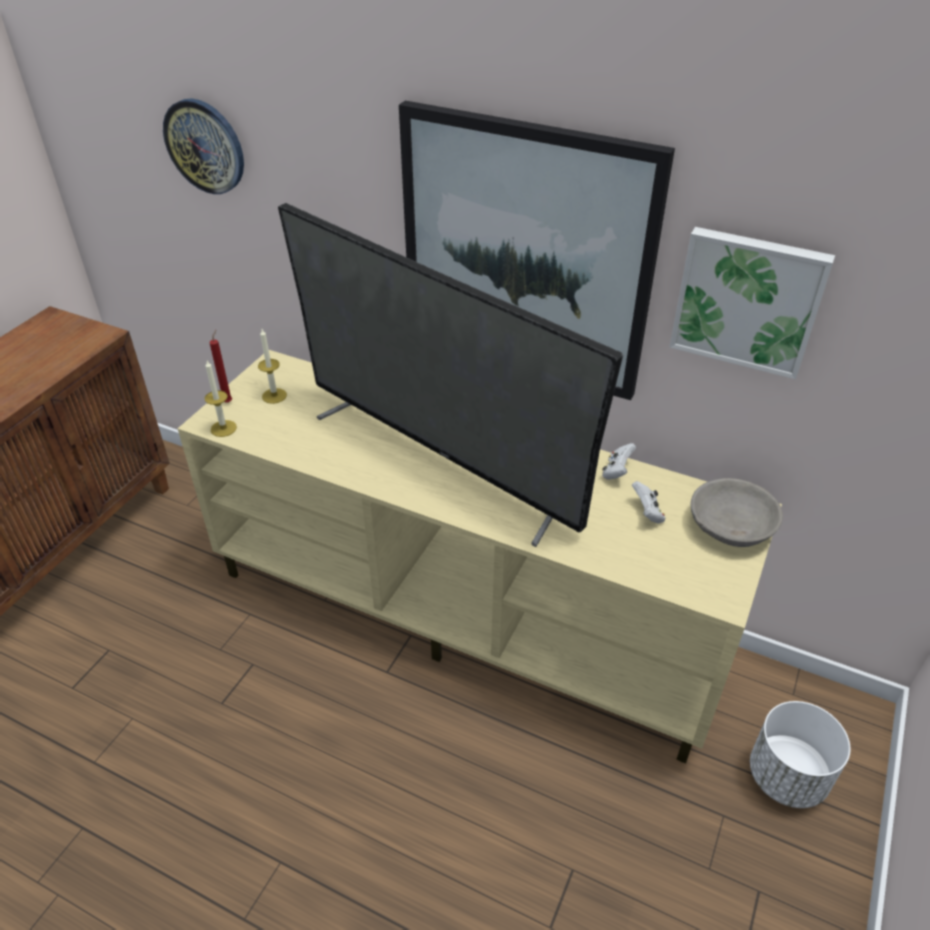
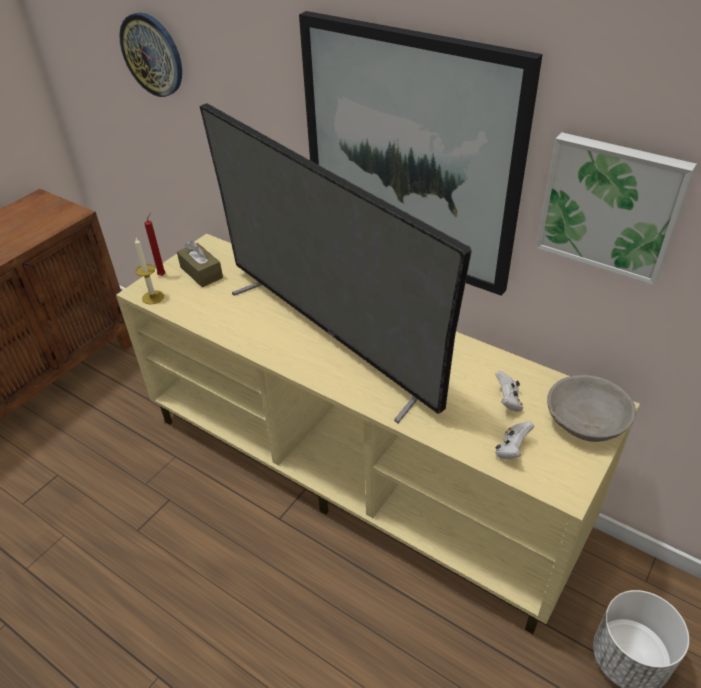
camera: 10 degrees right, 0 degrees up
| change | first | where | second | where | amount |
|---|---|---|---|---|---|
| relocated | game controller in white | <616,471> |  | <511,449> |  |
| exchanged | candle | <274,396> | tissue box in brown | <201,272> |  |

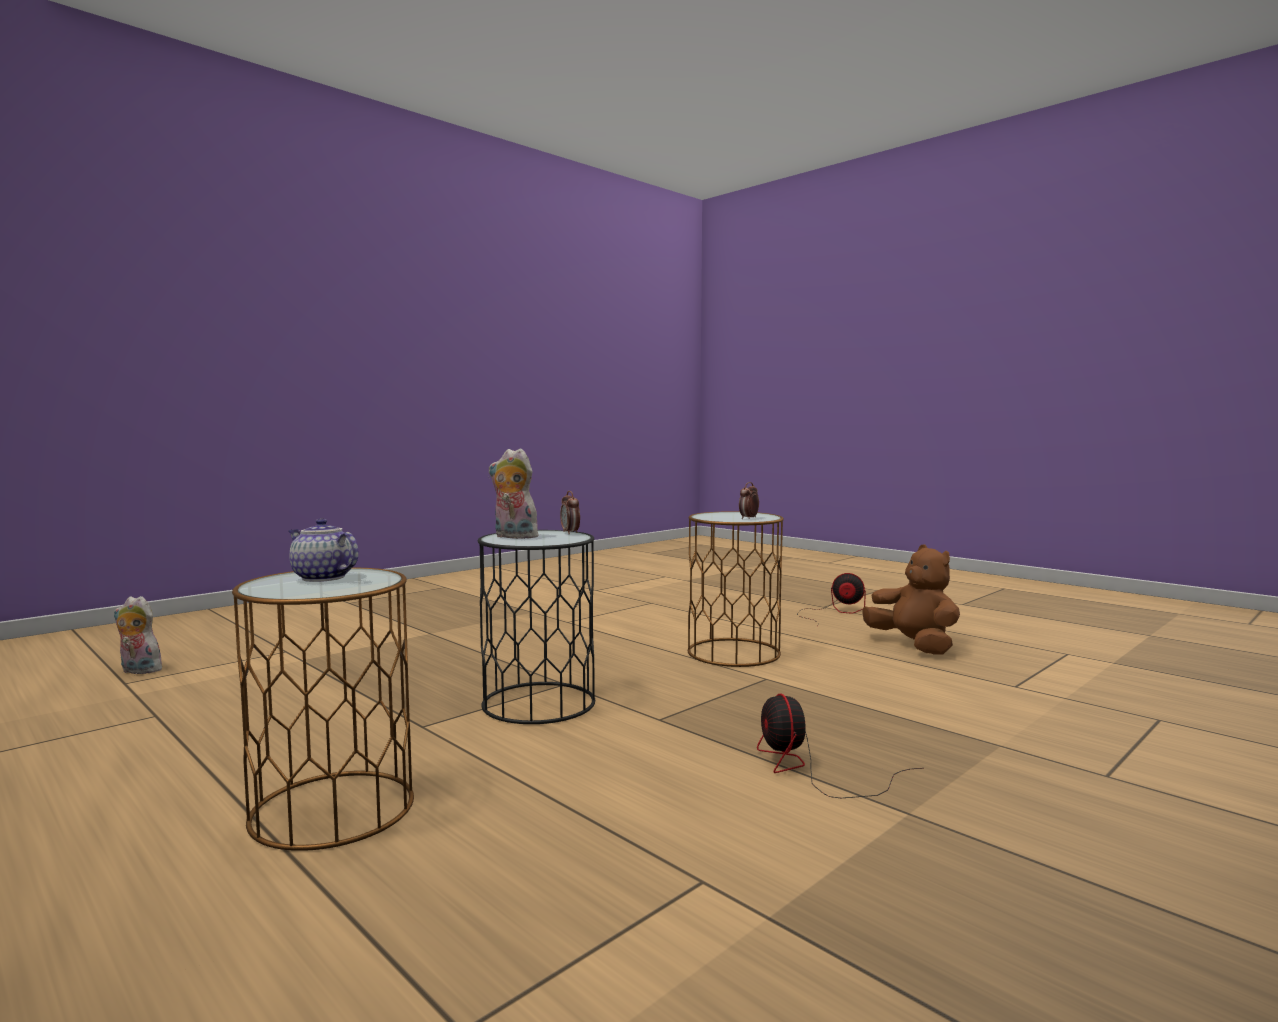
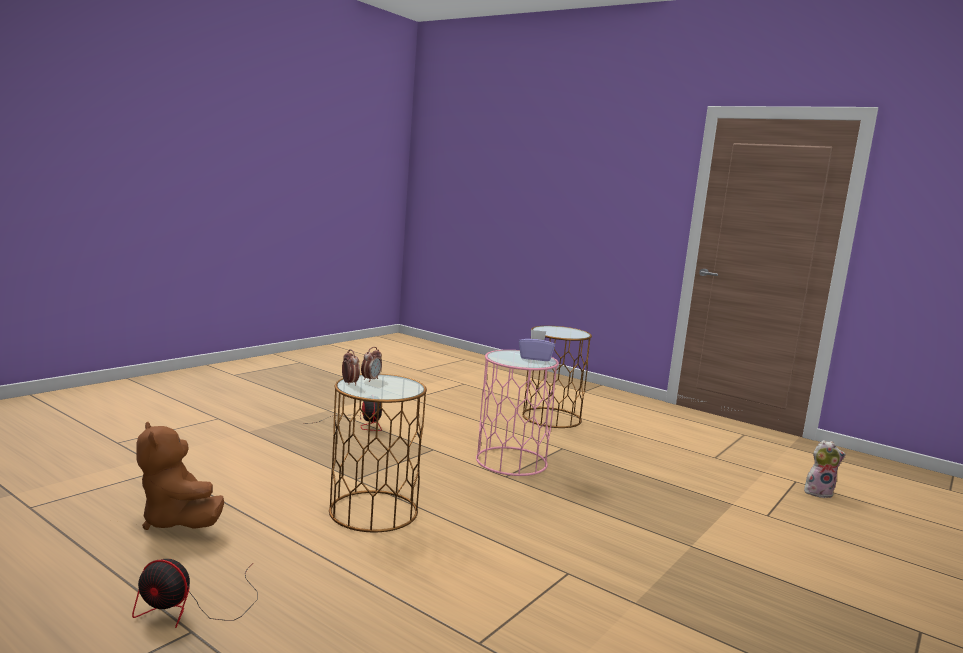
camera: 170 degrees right, 5 degrees up
| change | first | where | second | where | amount |
|---|---|---|---|---|---|
| missing | teapot | <321,578> |  |  |  |
| relocated | alarm clock | <570,533> |  | <349,383> |  |
| exchanged | plush toy | <513,537> | tissue box in purple | <535,358> |  |
| colour | side table in black | <538,703> | side table in pink | <511,461> |  |

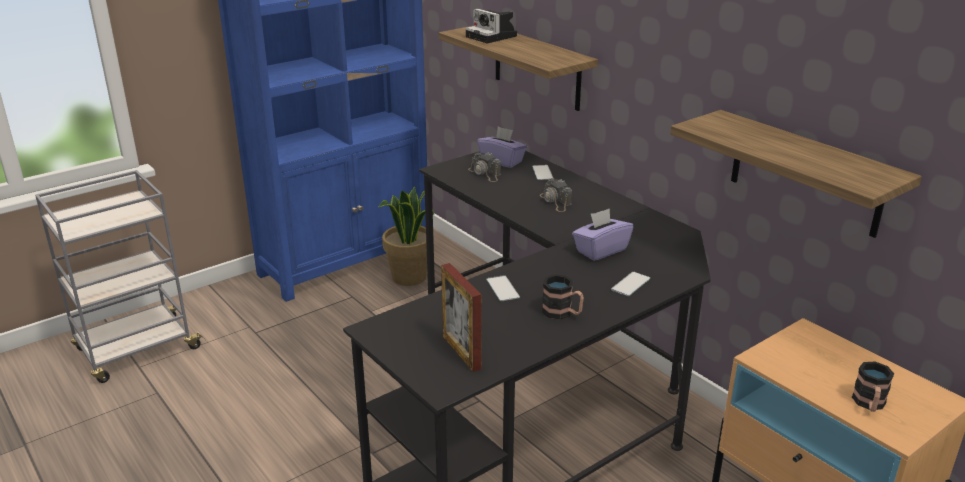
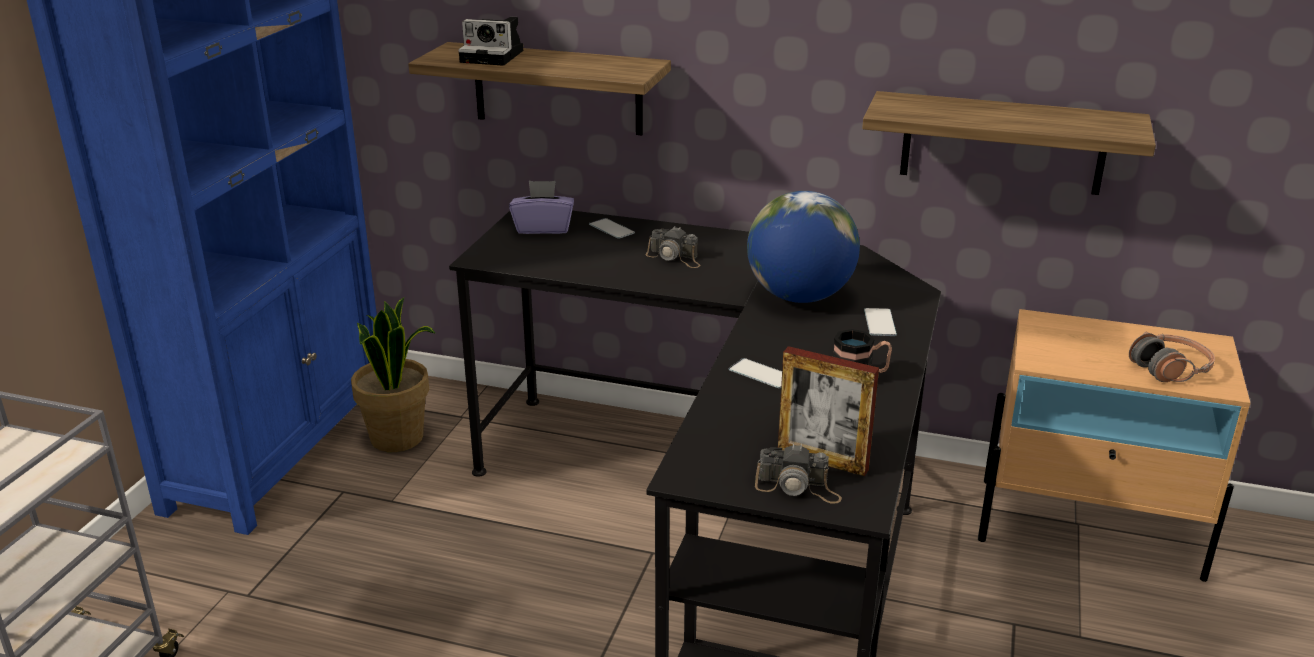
camera: 35 degrees left, 0 degrees up
| change | first | where | second | where | amount |
|---|---|---|---|---|---|
| relocated | photo camera | <485,173> |  | <798,487> |  |
| exchanged | tissue box in purple | <600,250> | globe | <800,297> |  |
| exchanged | mug | <869,404> | headphones | <1169,369> |  |

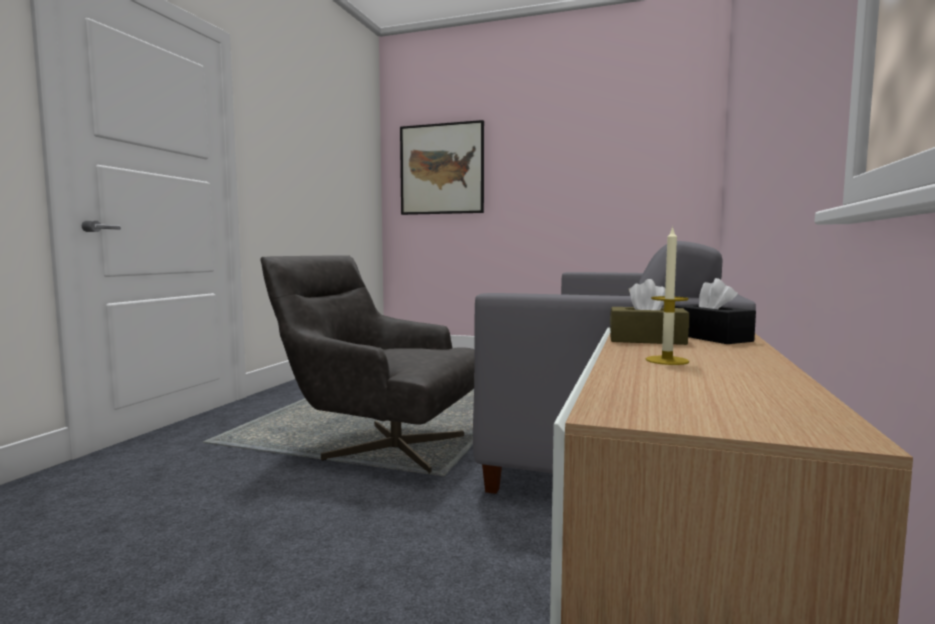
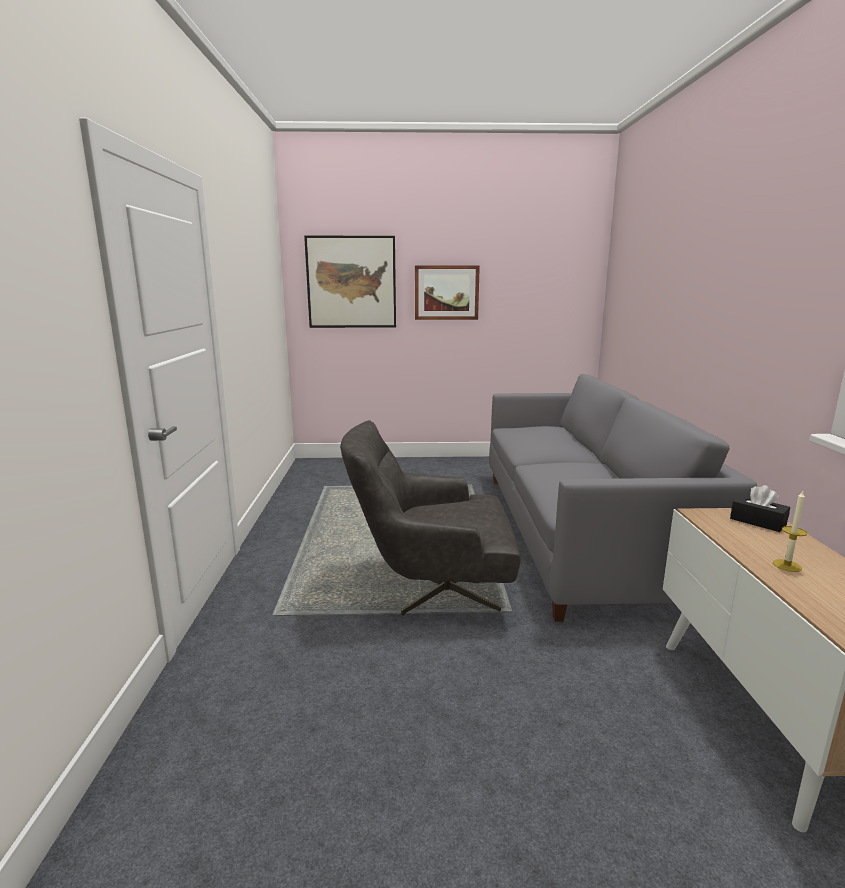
camera: 20 degrees left, 10 degrees up
| change | first | where | second | where | amount |
|---|---|---|---|---|---|
| missing | tissue box in brown | <647,340> |  |  |  |
| appeared |  |  | picture | <446,292> |  |

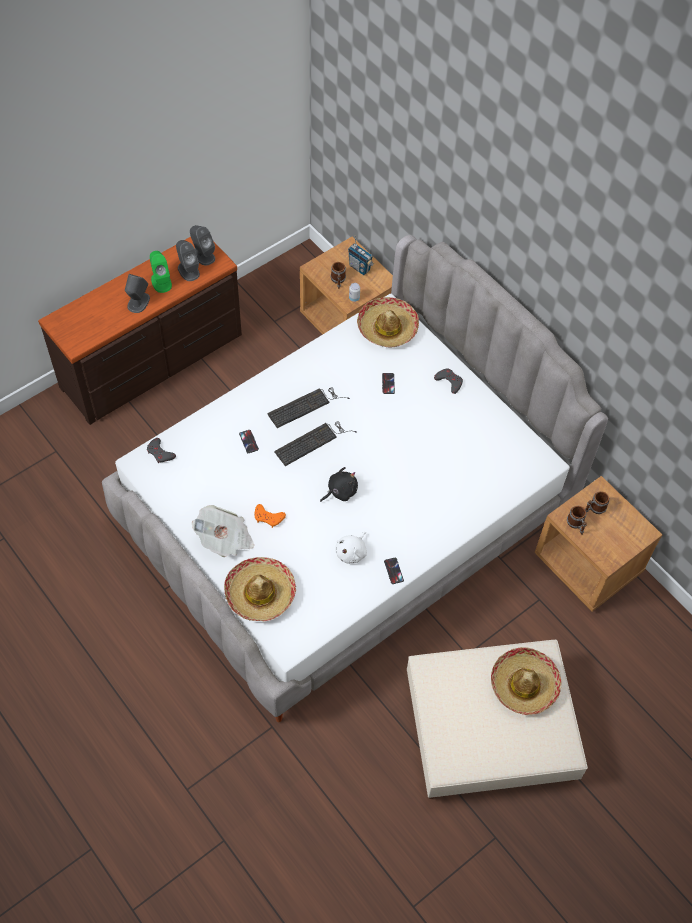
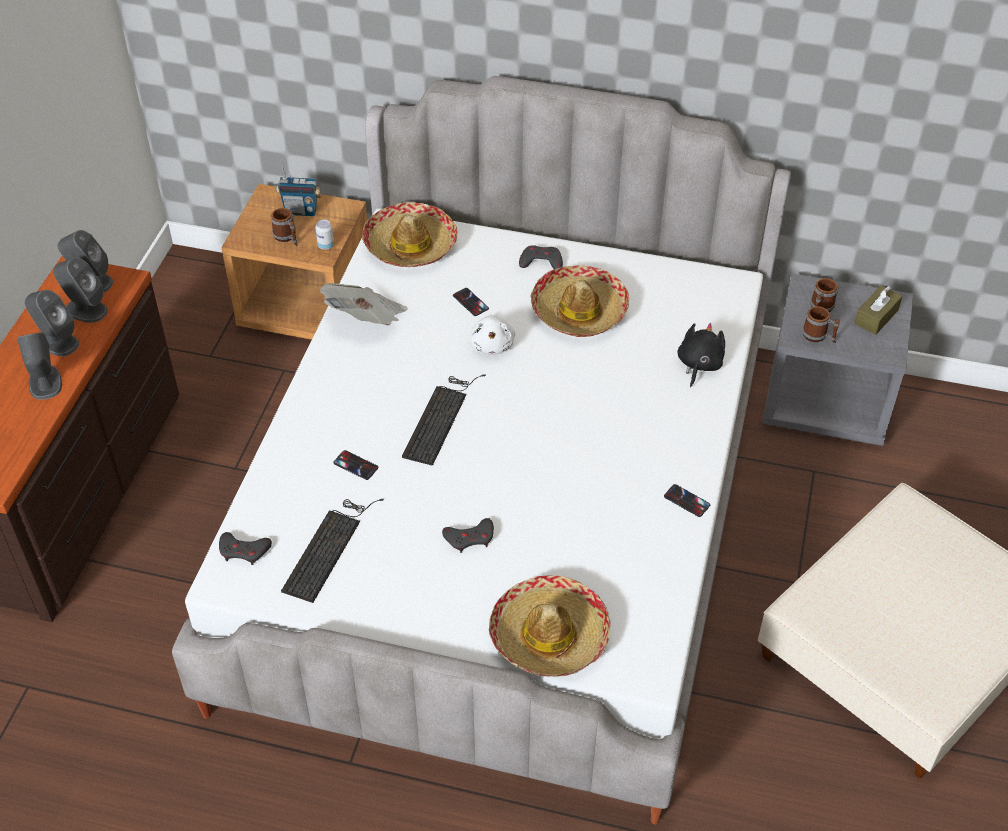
camera: 35 degrees left, 10 degrees down
| change | first | where | second | where | amount |
|---|---|---|---|---|---|
| appeared |  |  | tissue box in brown | <876,317> |  |
| relocated | newspaper | <225,539> |  | <366,319> |  |
| relocated | keyboard | <306,406> |  | <329,546> |  |
| relocated | plush toy in black | <340,491> |  | <699,365> |  |
| relocated | plush toy in white | <352,552> |  | <492,344> |  |
| relocated | hat | <524,684> |  | <579,311> |  |
| colour | speaker in green | <161,282> | speaker in grey | <57,342> |  |
| colour | game controller in orange | <268,517> | game controller in grey | <470,538> |  |
| colour | nightstand in brown | <588,564> | nightstand in grey | <827,402> |  |

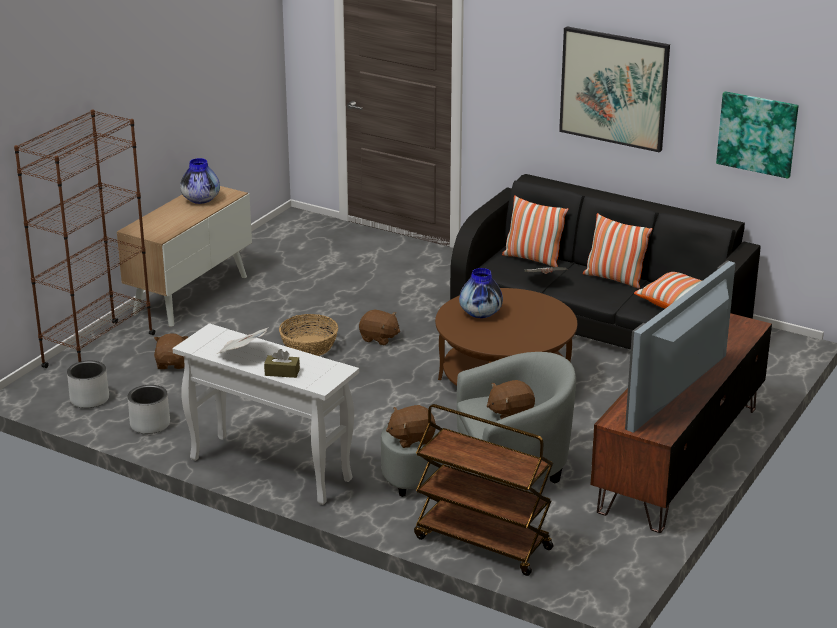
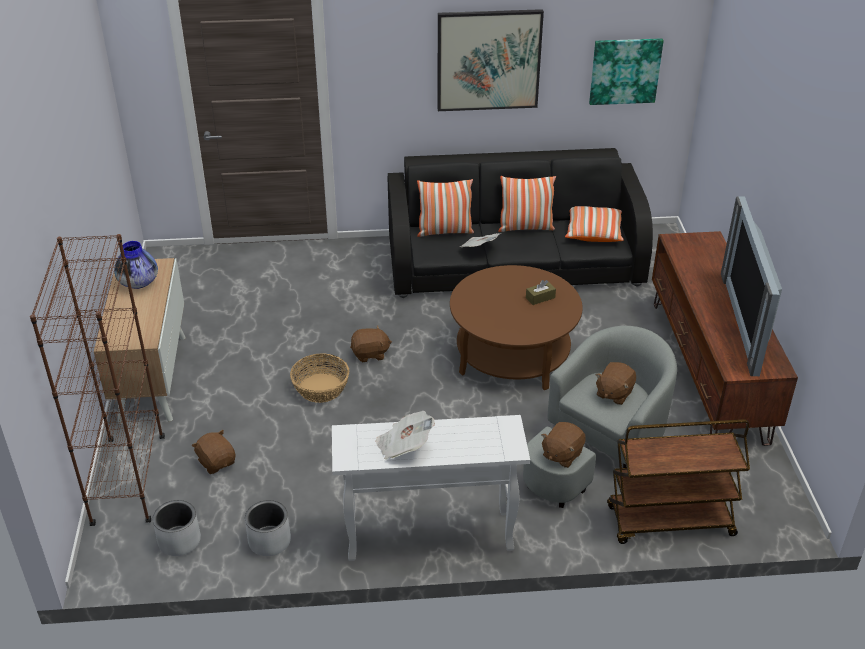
camera: 35 degrees left, 10 degrees up
| change | first | where | second | where | amount |
|---|---|---|---|---|---|
| missing | vase | <480,314> |  |  |  |
| relocated | tissue box in brown | <282,372> |  | <540,298> |  |

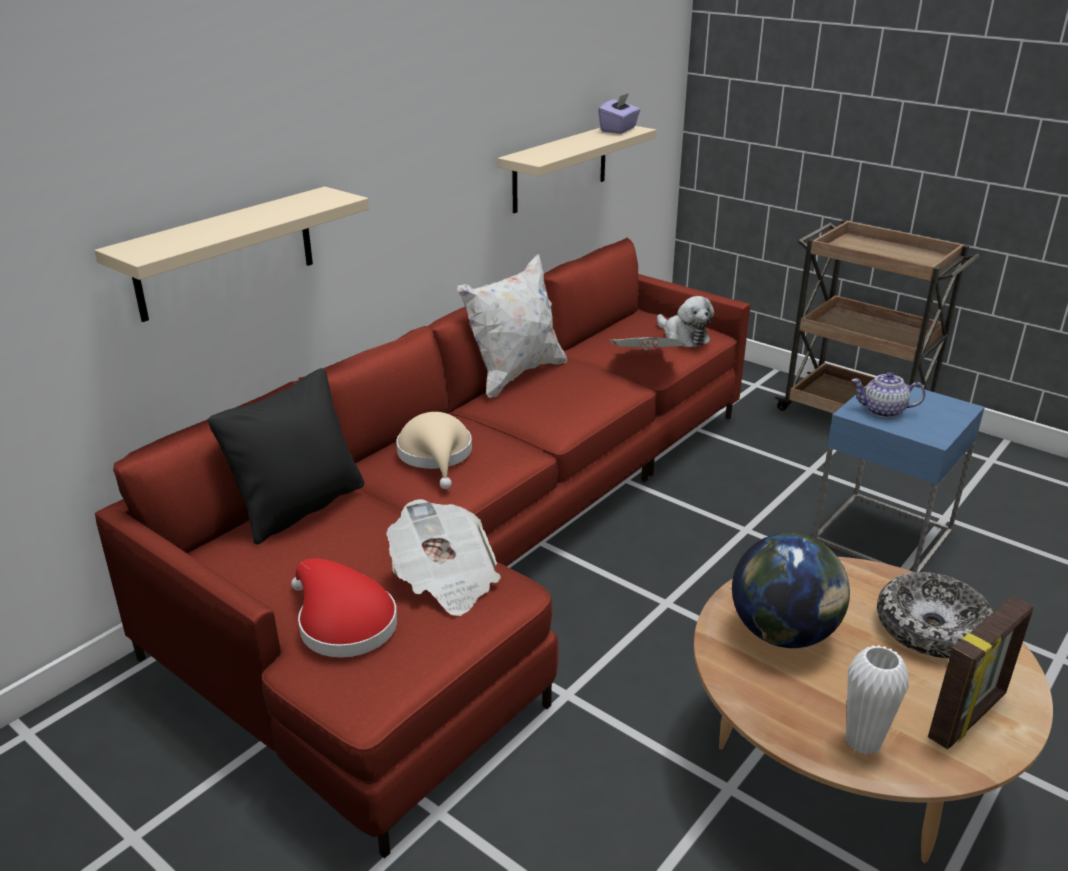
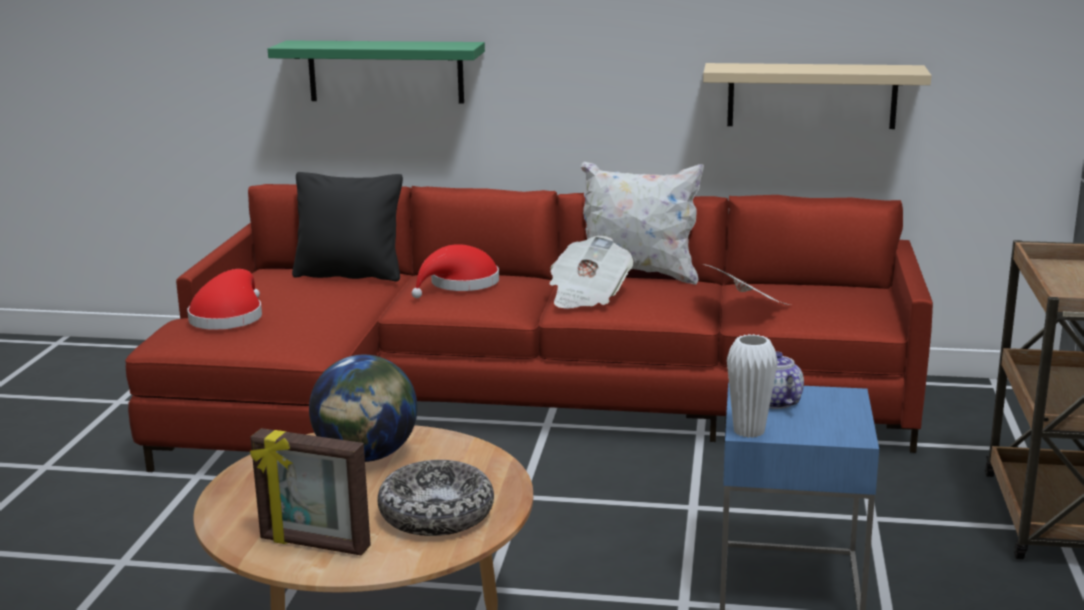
camera: 60 degrees right, 10 degrees down
| change | first | where | second | where | amount |
|---|---|---|---|---|---|
| missing | tissue box in purple | <619,129> |  |  |  |
| missing | plush toy | <683,337> |  |  |  |
| relocated | newspaper | <445,580> |  | <587,296> |  |
| relocated | vase in white | <863,741> |  | <749,431> |  |
| colour | shelf in beige | <226,253> | shelf in green | <385,71> |  |
| colour | hat in beige | <436,456> | hat in red | <460,284> |  |

